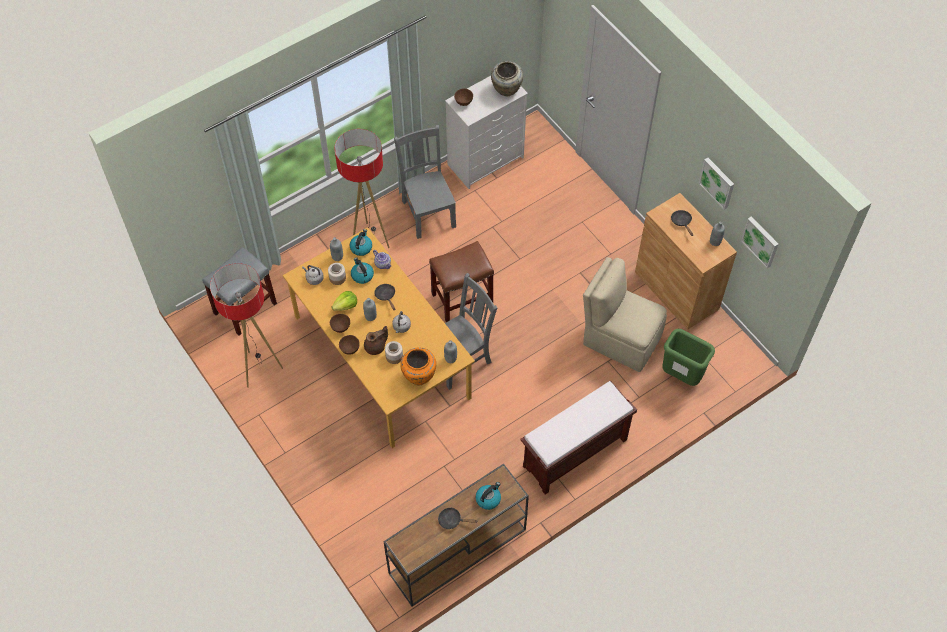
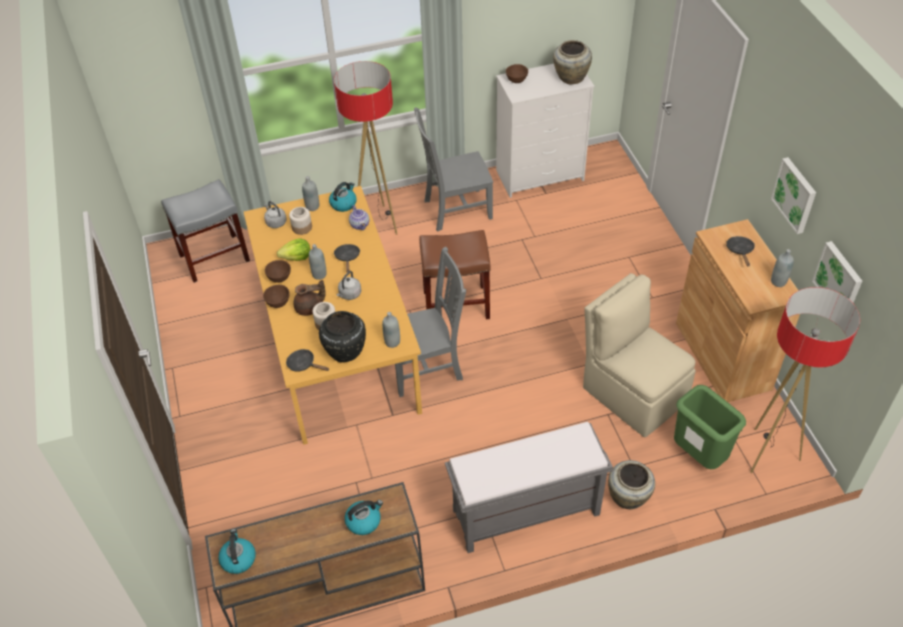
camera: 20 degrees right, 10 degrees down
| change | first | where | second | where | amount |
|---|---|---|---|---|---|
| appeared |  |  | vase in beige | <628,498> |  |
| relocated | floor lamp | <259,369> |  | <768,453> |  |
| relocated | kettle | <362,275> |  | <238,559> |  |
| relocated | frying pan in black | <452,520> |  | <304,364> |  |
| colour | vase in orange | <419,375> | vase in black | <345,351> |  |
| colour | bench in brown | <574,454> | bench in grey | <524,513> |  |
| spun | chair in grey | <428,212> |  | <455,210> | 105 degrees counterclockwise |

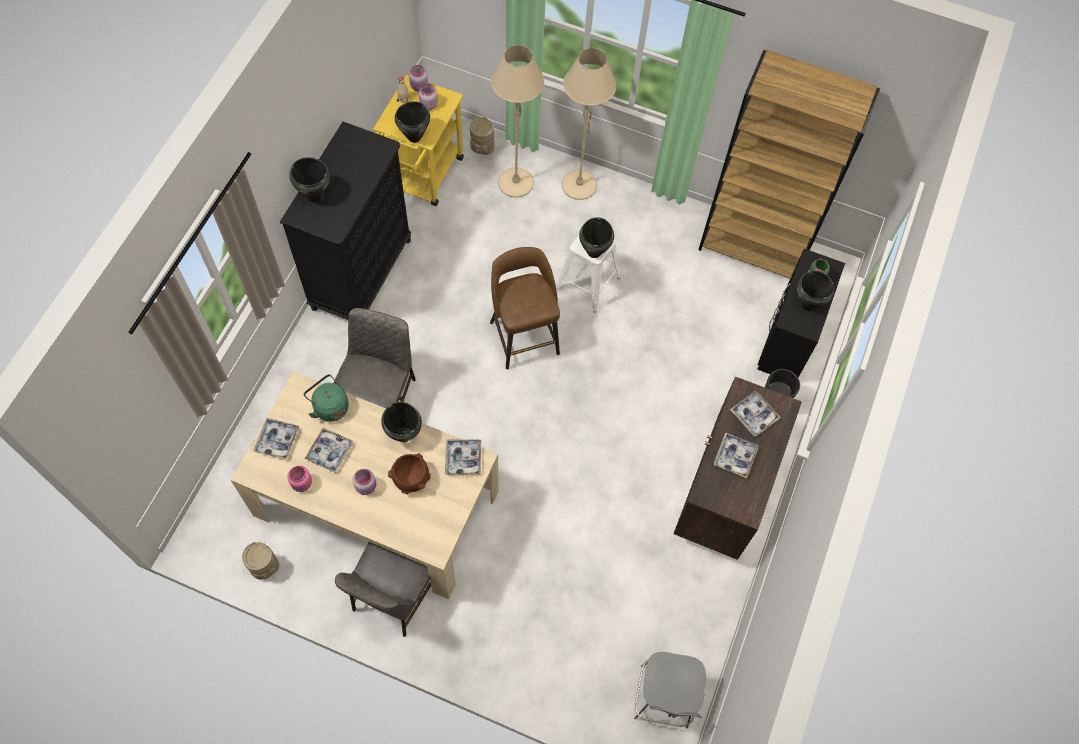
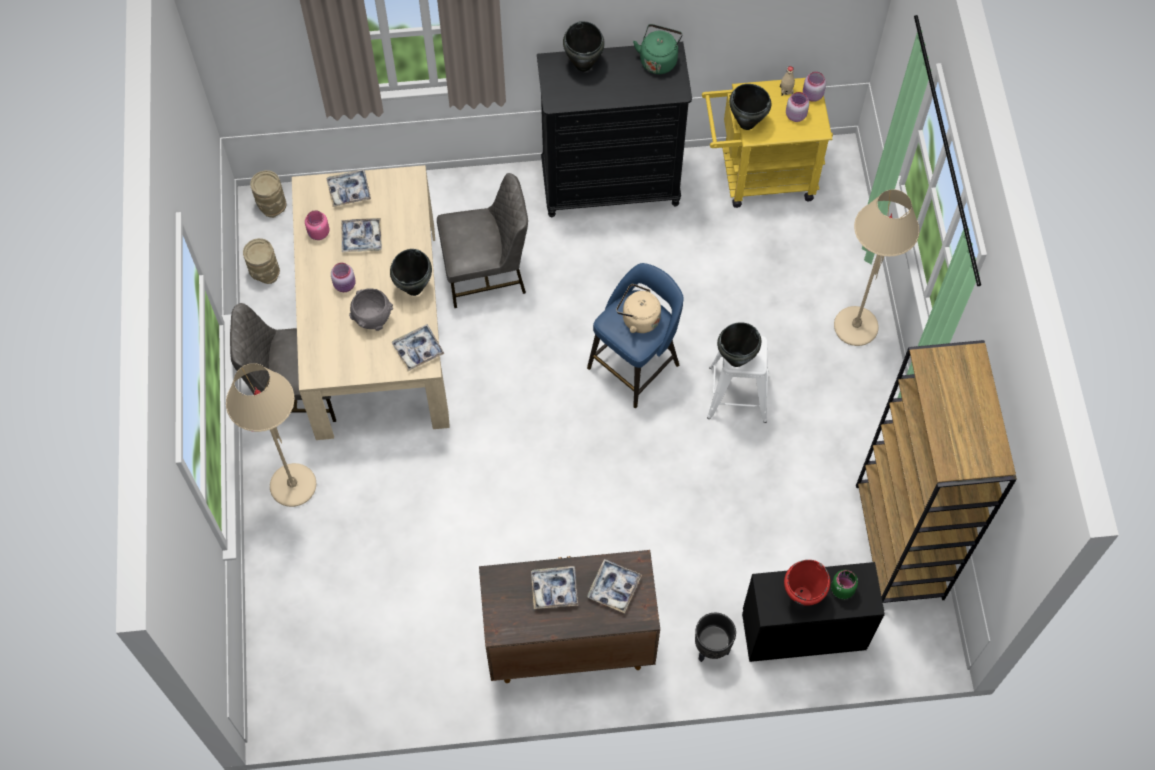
camera: 65 degrees right, 0 degrees up
| change | first | where | second | where | amount |
|---|---|---|---|---|---|
| missing | stool in grey | <663,699> |  |  |  |
| appeared |  |  | kettle in beige | <638,318> |  |
| relocated | kettle in green | <329,406> |  | <658,59> |  |
| relocated | vase in beige | <481,148> |  | <271,205> |  |
| relocated | floor lamp in beige | <515,183> |  | <293,485> |  |
| colour | bowl in brown | <411,479> | bowl in grey | <372,317> |  |
| colour | stool in brown | <523,335> | stool in blue | <635,364> |  |
| colour | cooking pot in black | <807,304> | cooking pot in red | <801,595> |  |

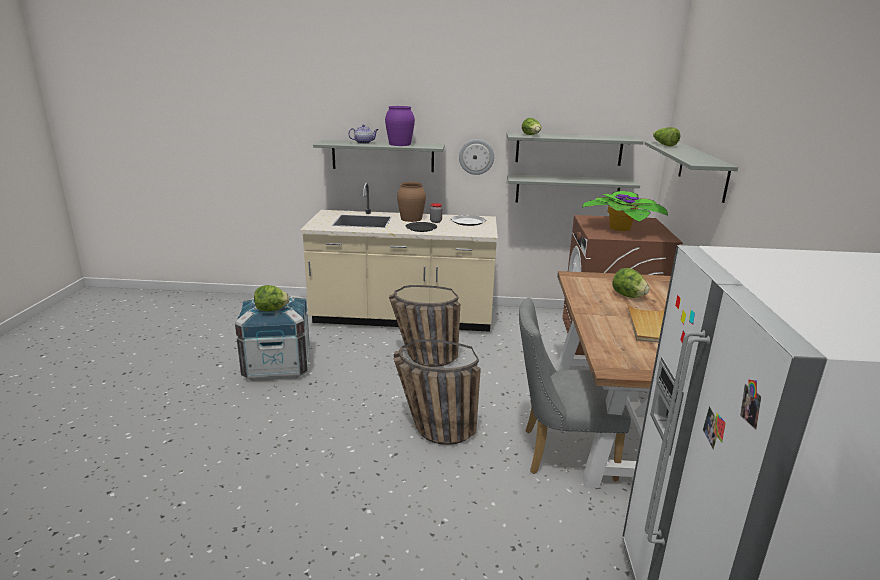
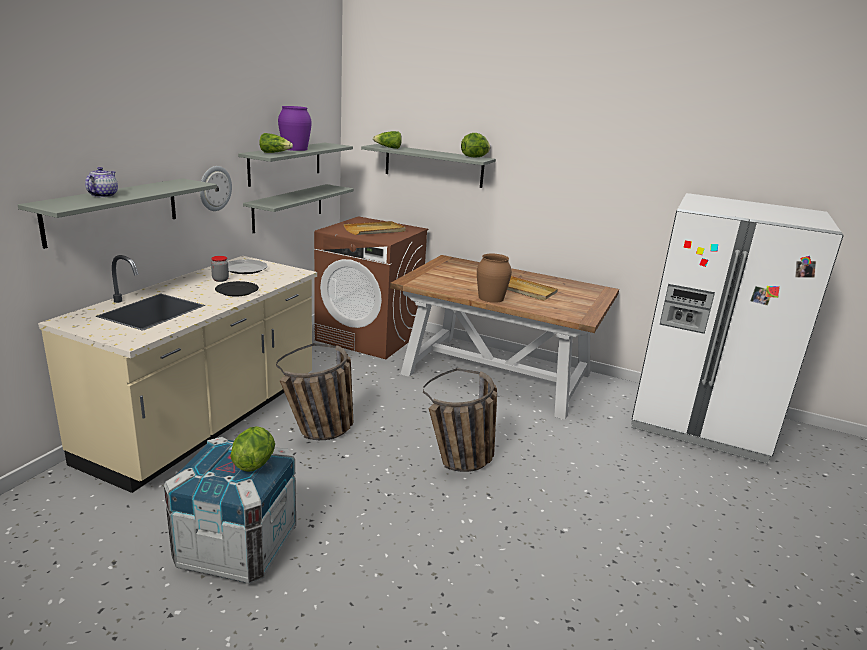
camera: 70 degrees left, 0 degrees up
| change | first | where | second | where | amount |
|---|---|---|---|---|---|
| missing | chair in grey | <560,453> |  |  |  |
| relocated | vase in purple | <399,144> |  | <295,149> |  |
| relocated | vase in brown | <411,219> |  | <490,298> |  |
| relocated | lettuce | <628,296> |  | <475,157> |  |
| exchanged | potted plant | <622,228> | tray in beige | <375,230> |  |

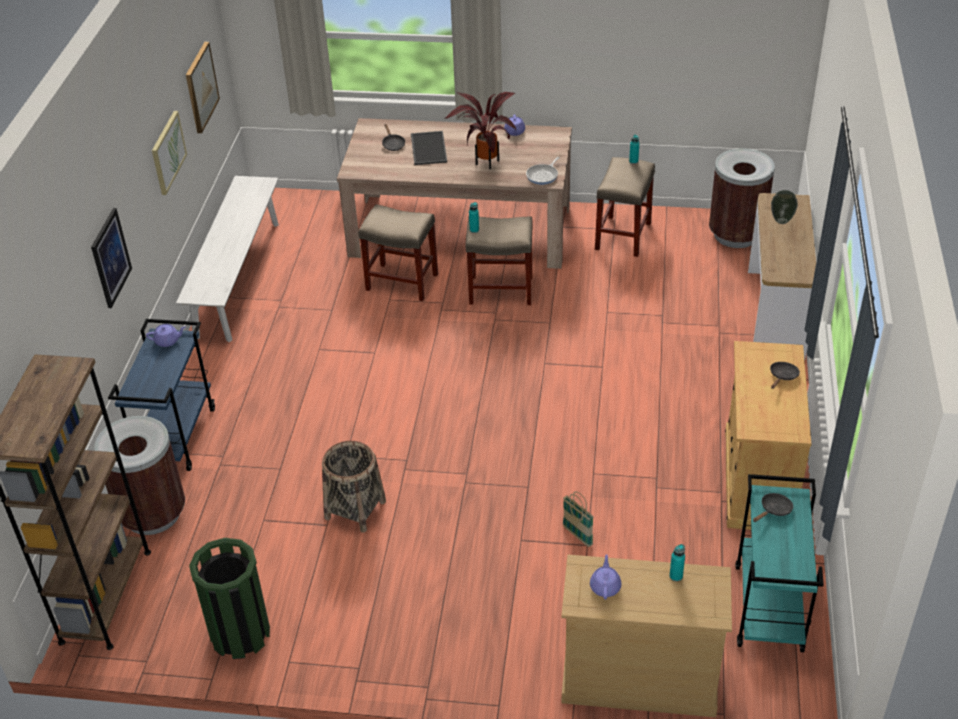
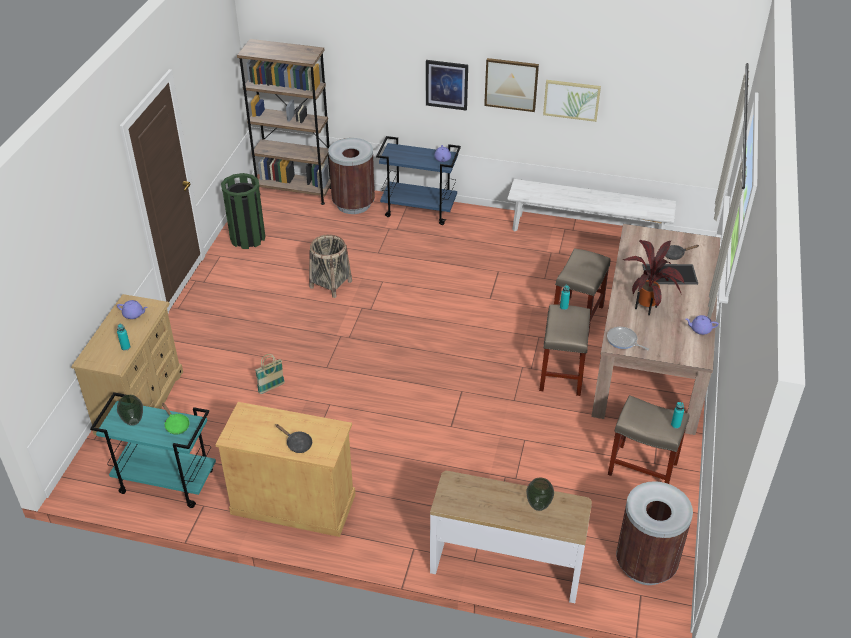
camera: 95 degrees right, 0 degrees up
| change | first | where | second | where | amount |
|---|---|---|---|---|---|
| appeared |  |  | vase | <133,422> |  |
| relocated | picture | <200,87> |  | <511,84> |  |
| colour | frying pan in black | <774,510> | frying pan in green | <176,425> |  |

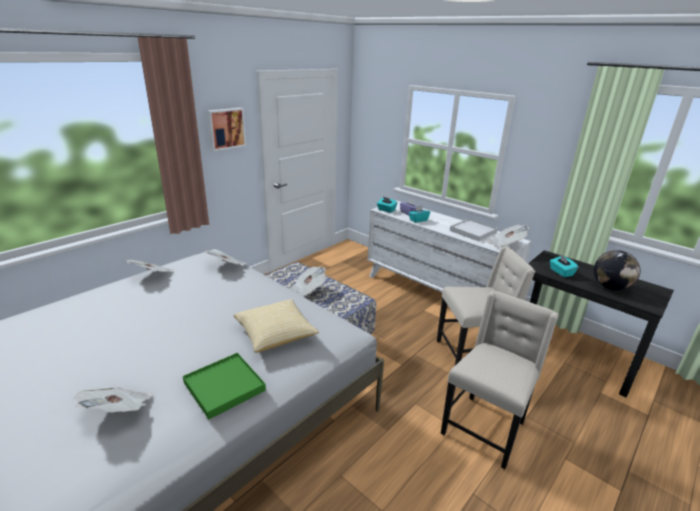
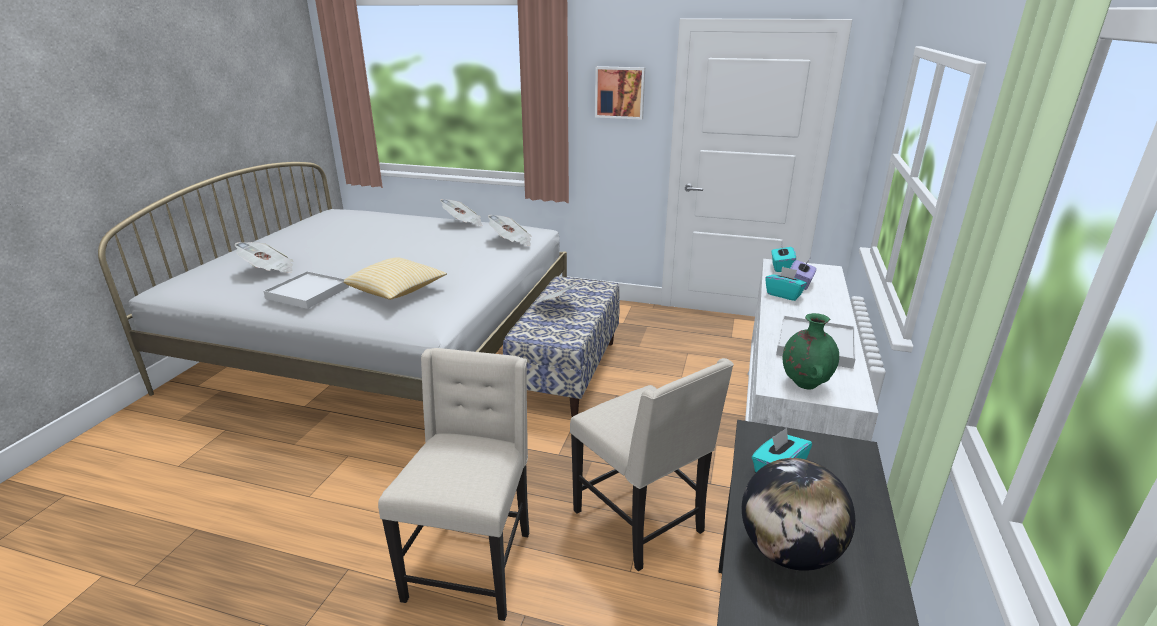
camera: 65 degrees right, 0 degrees up
| change | first | where | second | where | amount |
|---|---|---|---|---|---|
| exchanged | newspaper | <505,244> | vase in green | <804,383> |  |
| colour | tray in green | <224,387> | tray in white | <308,293> |  |
| spun | chair in beige | <485,428> |  | <472,564> | 90 degrees counterclockwise |

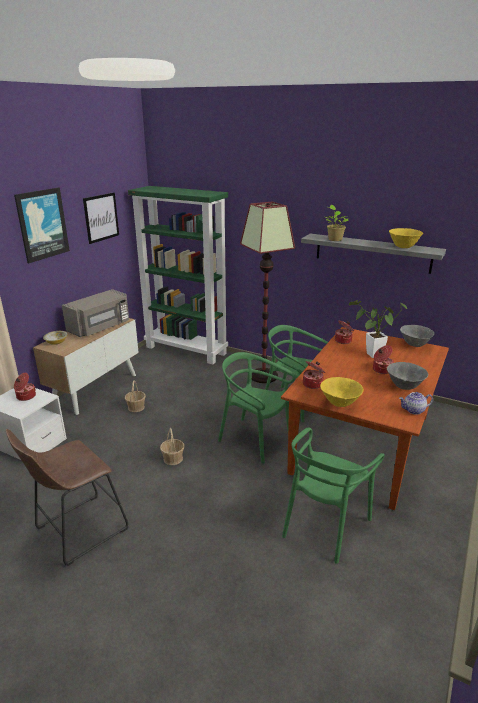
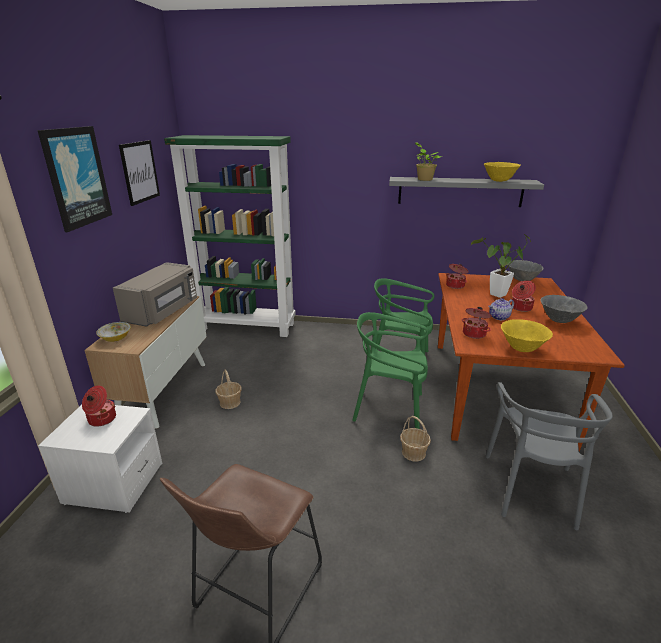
camera: 20 degrees left, 0 degrees up
| change | first | where | second | where | amount |
|---|---|---|---|---|---|
| missing | floor lamp | <263,375> |  |  |  |
| relocated | basket | <173,458> |  | <413,452> |  |
| relocated | teapot | <414,410> |  | <499,317> |  |
| colour | chair in green | <324,525> | chair in grey | <531,489> |  |

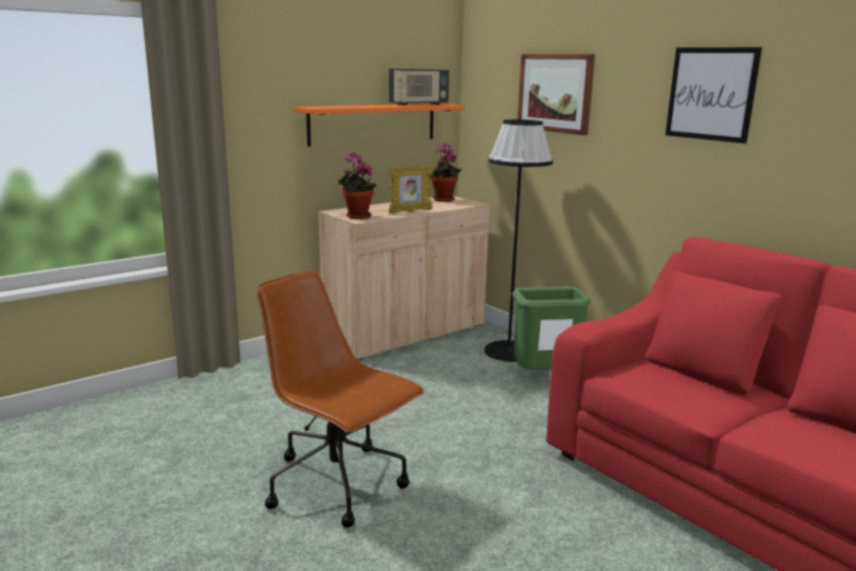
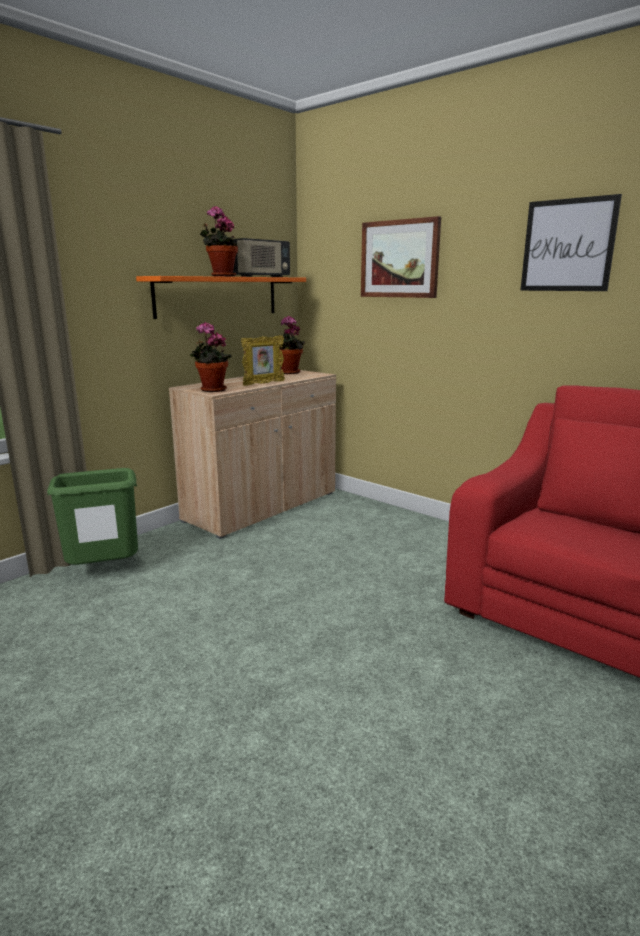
camera: 10 degrees left, 0 degrees up
| change | first | where | second | where | amount |
|---|---|---|---|---|---|
| missing | office chair in brown | <338,484> |  |  |  |
| missing | floor lamp in black | <508,351> |  |  |  |
| appeared |  |  | potted plant | <221,276> |  |
| relocated | trash can in green | <544,379> |  | <104,572> |  |

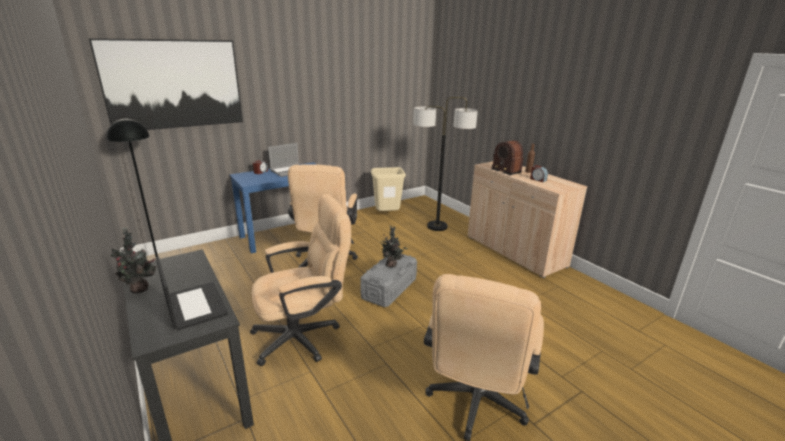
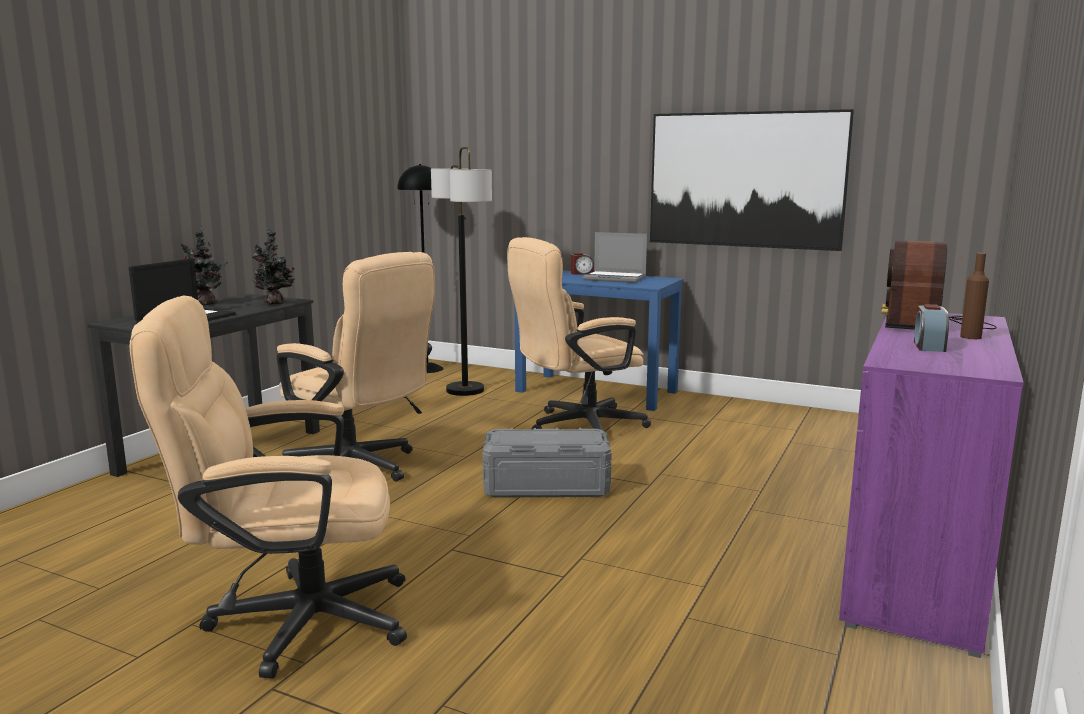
camera: 60 degrees right, 10 degrees down
| change | first | where | second | where | amount |
|---|---|---|---|---|---|
| missing | trash can in beige | <387,215> |  |  |  |
| relocated | picture | <174,84> |  | <745,180> |  |
| relocated | potted plant | <392,265> |  | <275,303> |  |
| relocated | floor lamp | <437,226> |  | <465,390> |  |
| colour | cabinet in beige | <514,251> | cabinet in purple | <915,568> |  |

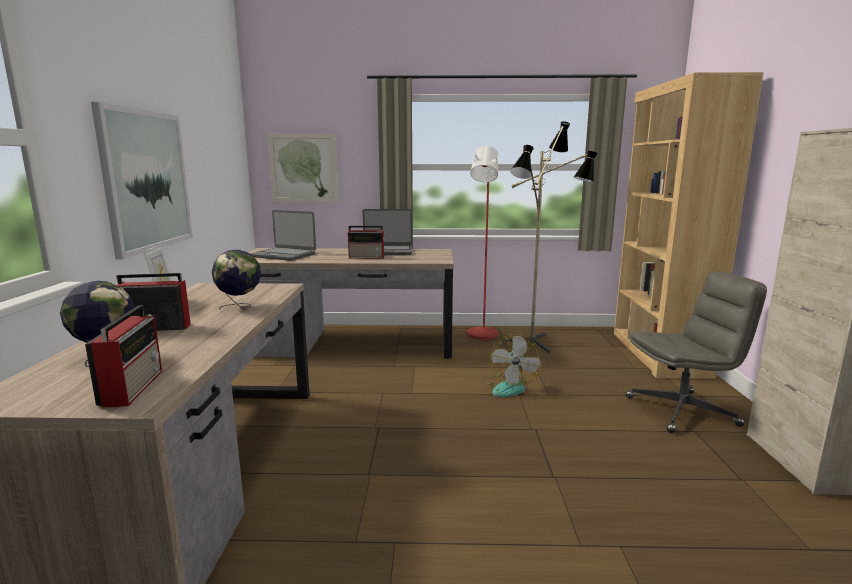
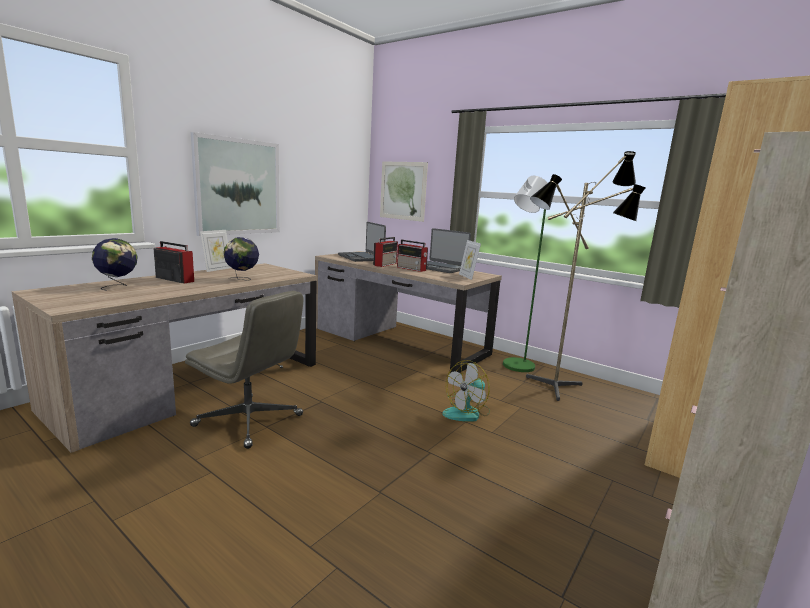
camera: 35 degrees right, 0 degrees up
| change | first | where | second | where | amount |
|---|---|---|---|---|---|
| appeared |  |  | picture frame | <467,276> |  |
| relocated | radio | <133,387> |  | <385,264> |  |
| relocated | office chair in grey | <682,411> |  | <250,421> |  |
| colour | floor lamp in red | <481,336> | floor lamp in green | <514,367> |  |

